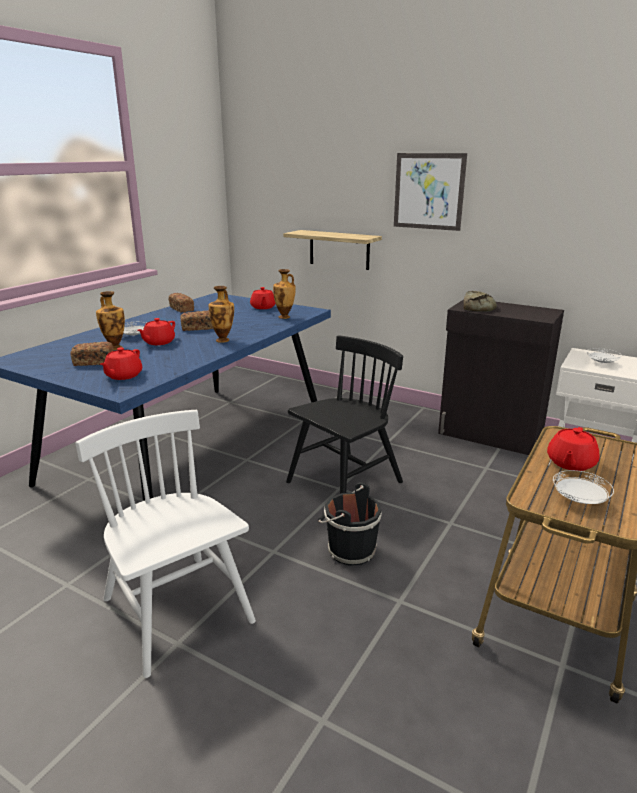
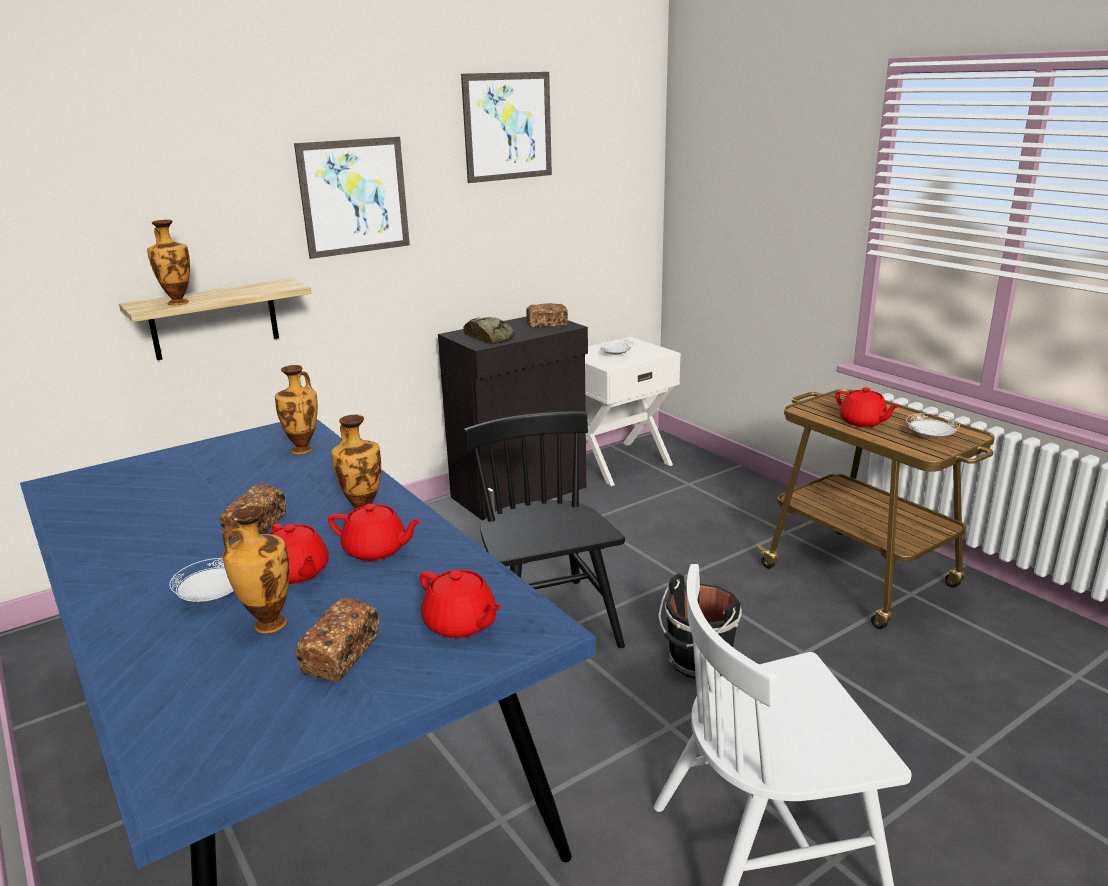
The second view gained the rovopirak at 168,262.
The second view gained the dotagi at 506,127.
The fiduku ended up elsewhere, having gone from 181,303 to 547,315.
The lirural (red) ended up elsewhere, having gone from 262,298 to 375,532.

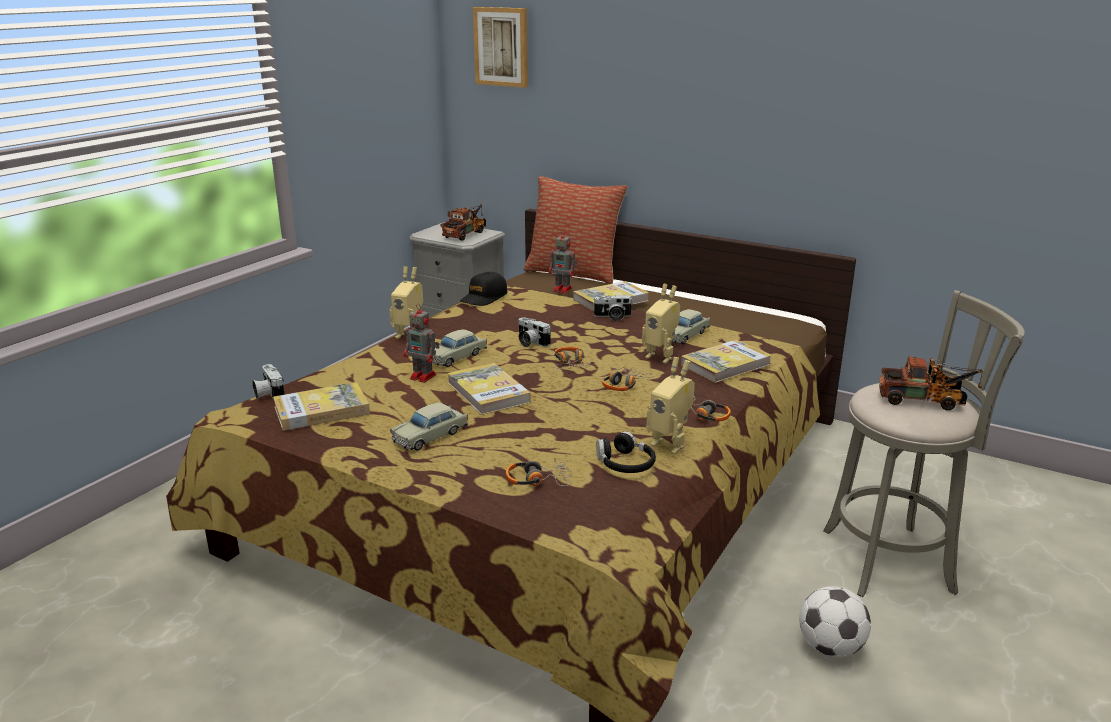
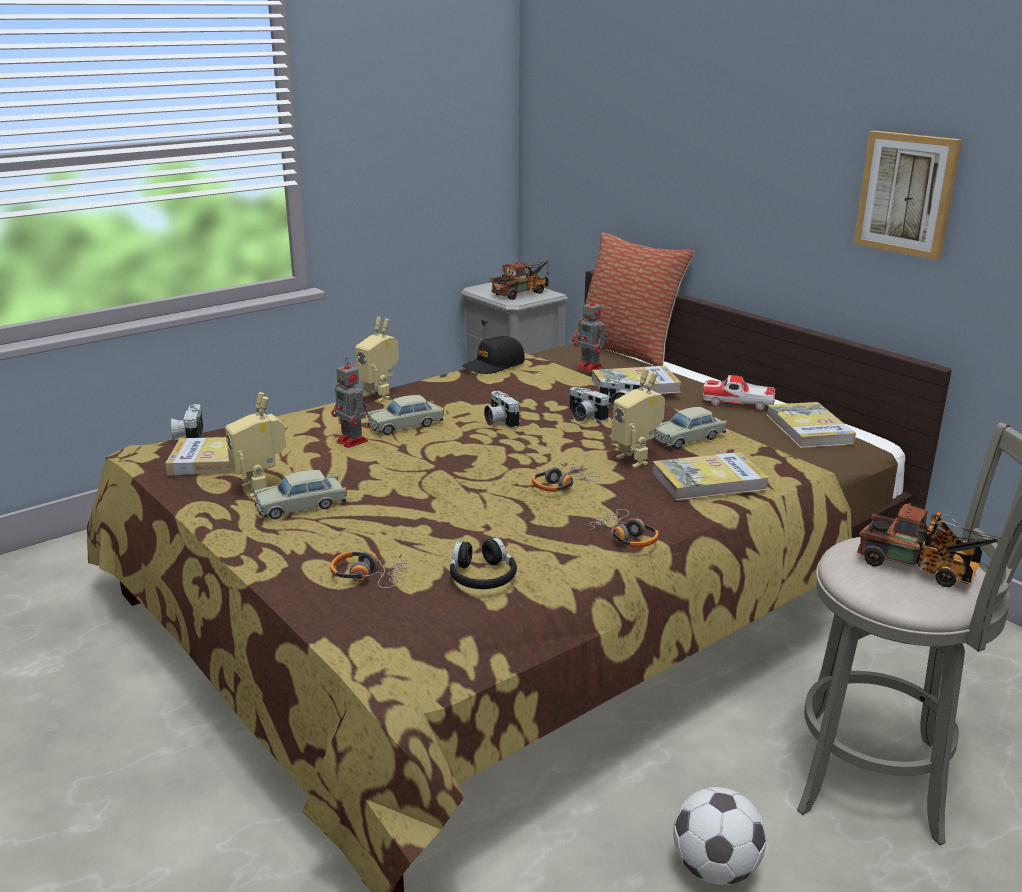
The second view lost the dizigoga at 574,358.
The second view gained the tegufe at 589,404.
The second view gained the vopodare at 739,392.
The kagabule ended up elsewhere, having gone from 489,389 to 811,425.
The dotagi ended up elsewhere, having gone from 500,47 to 907,195.
The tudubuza ended up elsewhere, having gone from 671,405 to 255,445.

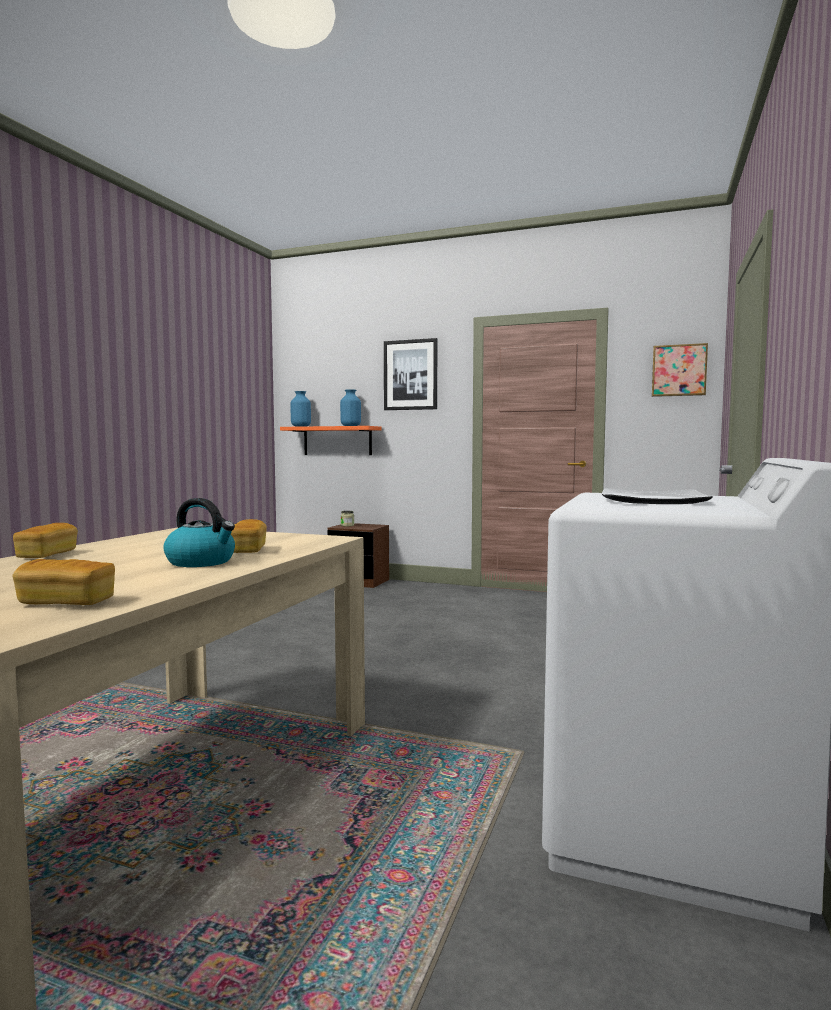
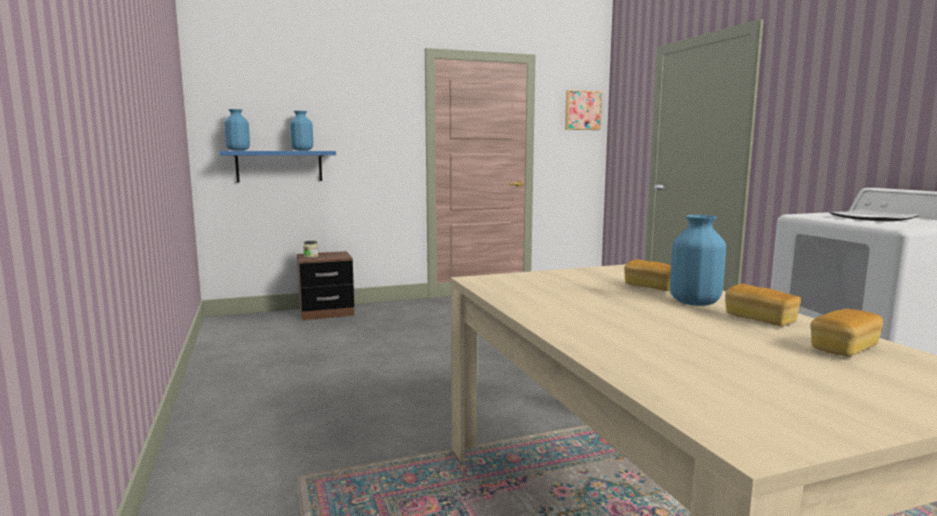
The second view lost the dotagi at 410,374.
The fiduku ended up elsewhere, having gone from 45,540 to 763,305.
Where the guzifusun stood at 199,532, the rovopirak (blue) came to stand at 698,260.
What was the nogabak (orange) at 330,440 turned into the nogabak (blue) at 278,167.

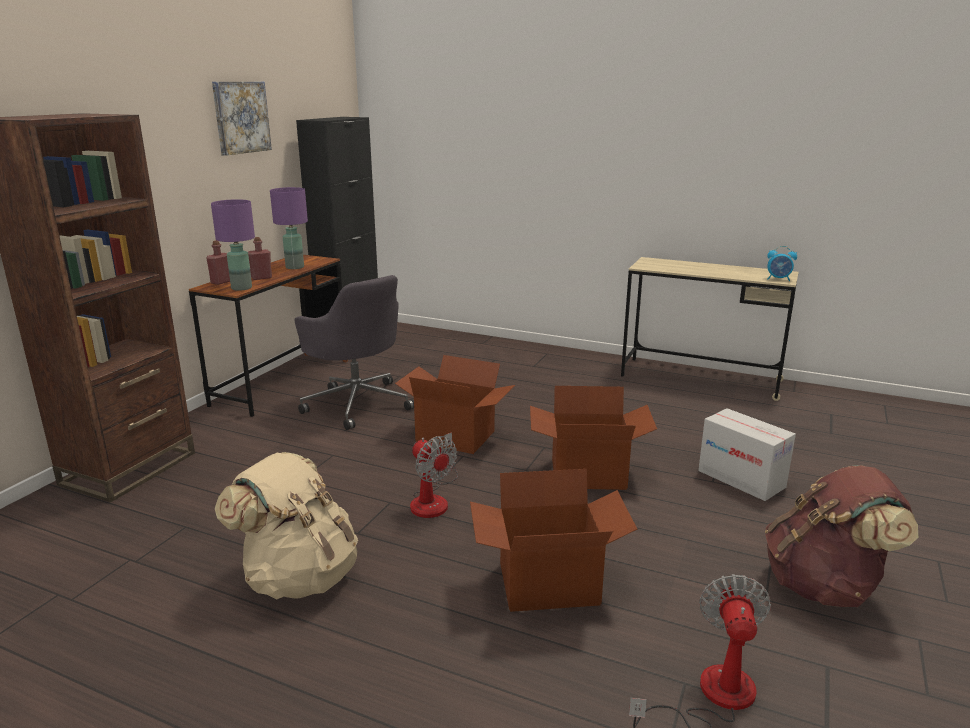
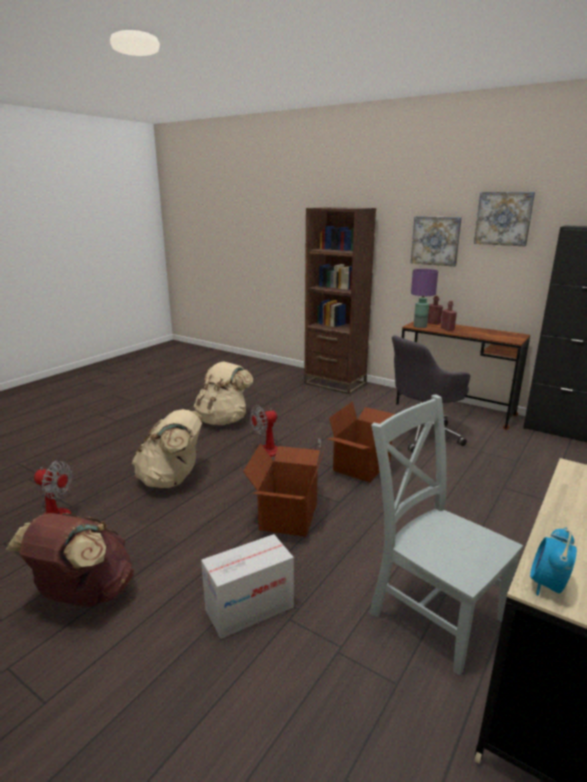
The second view lost the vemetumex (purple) at 289,228.
The second view gained the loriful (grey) at 446,535.
The second view gained the dotagi at 436,241.
Where the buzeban stood at 553,540, the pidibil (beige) came to stand at 167,448.

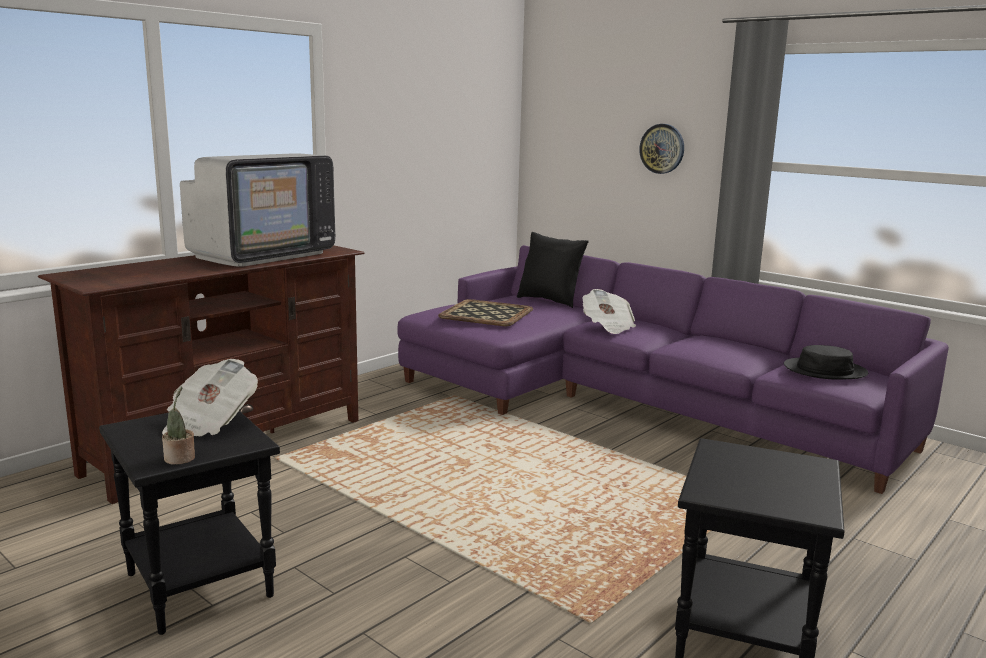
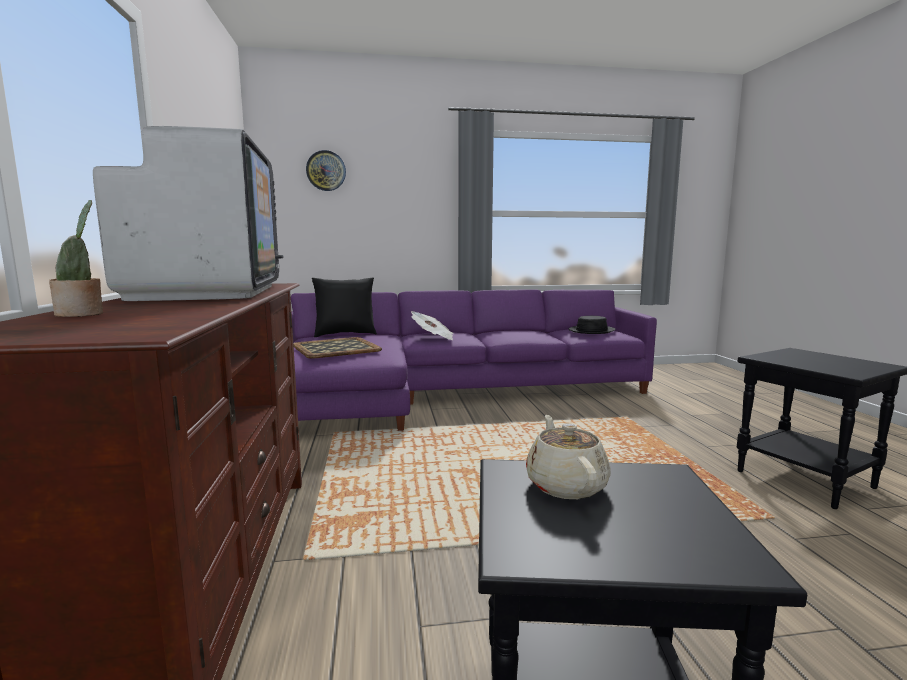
The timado ended up elsewhere, having gone from 178,425 to 76,258.
The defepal ended up elsewhere, having gone from 661,149 to 326,170.
Where the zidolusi stood at 210,398, the lirural (beige) came to stand at 568,457.

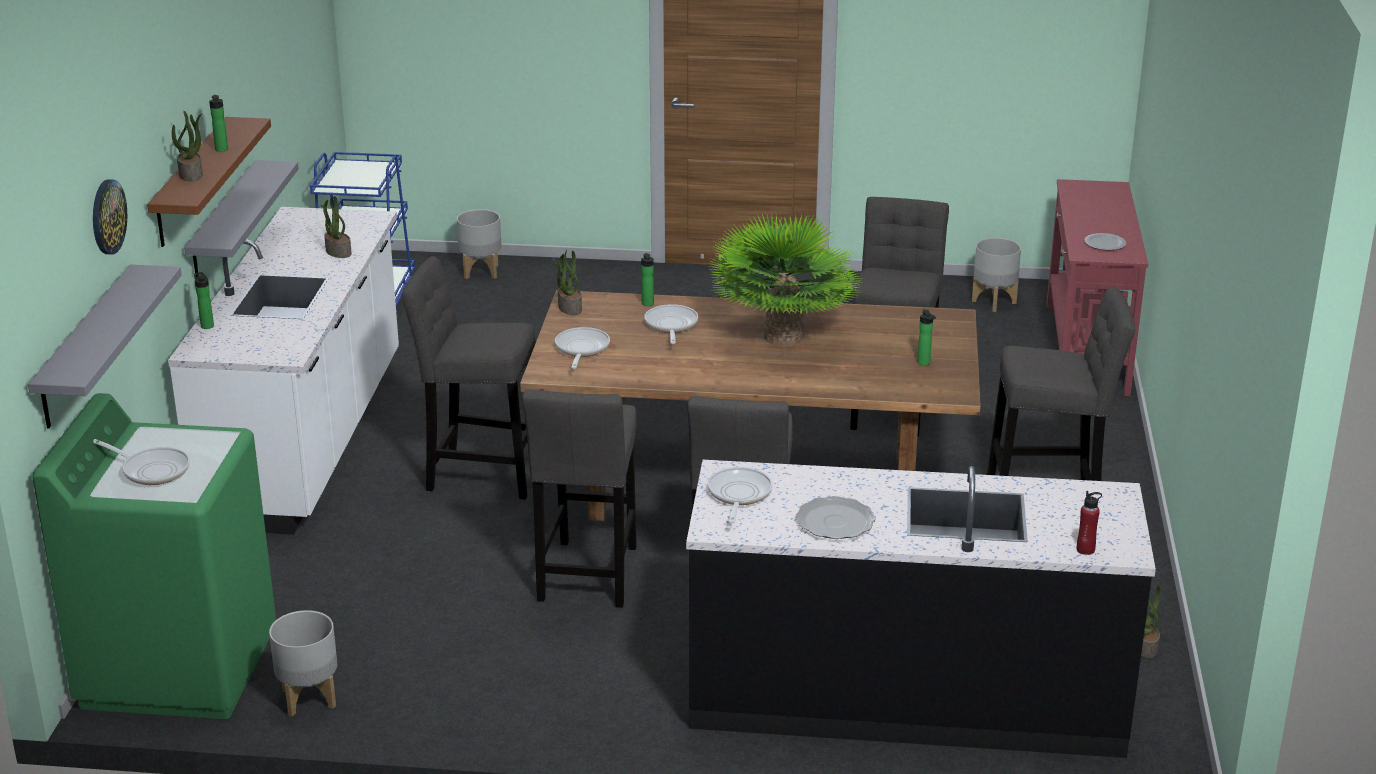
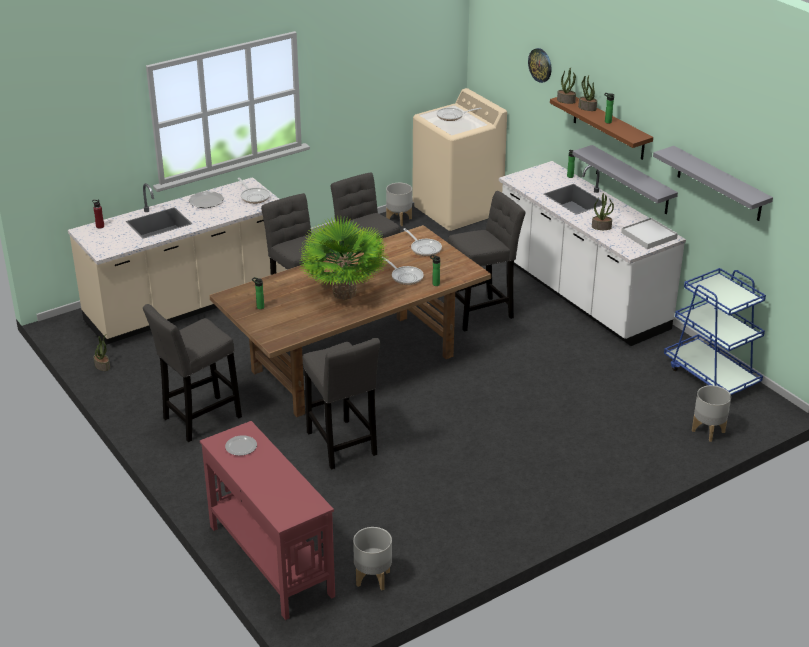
The second view gained the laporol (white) at 649,233.
The nogabak (grey) ended up elsewhere, having gone from 105,347 to 713,183.
The timado ended up elsewhere, having gone from 567,282 to 566,86.
What was the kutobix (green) at 154,556 turned into the kutobix (beige) at 459,159.
What was the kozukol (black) at 921,609 turned into the kozukol (beige) at 177,261.

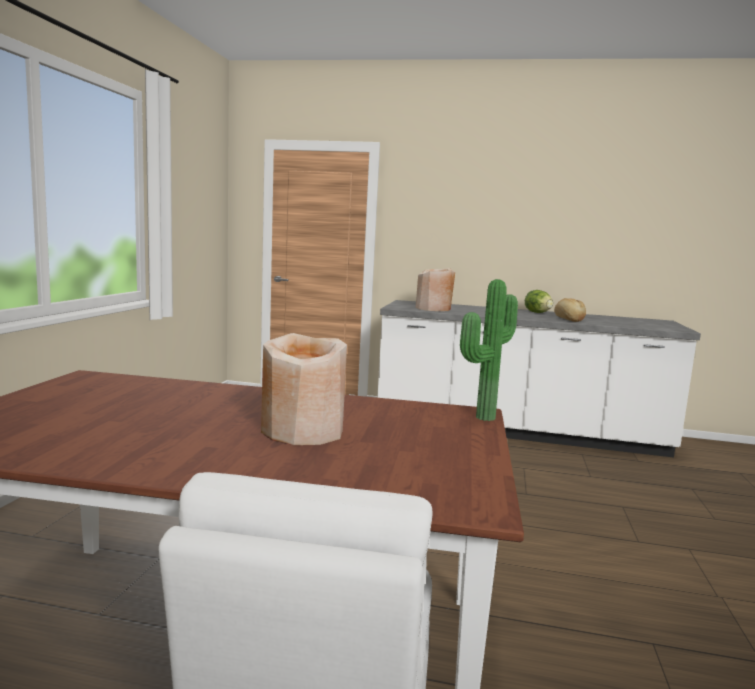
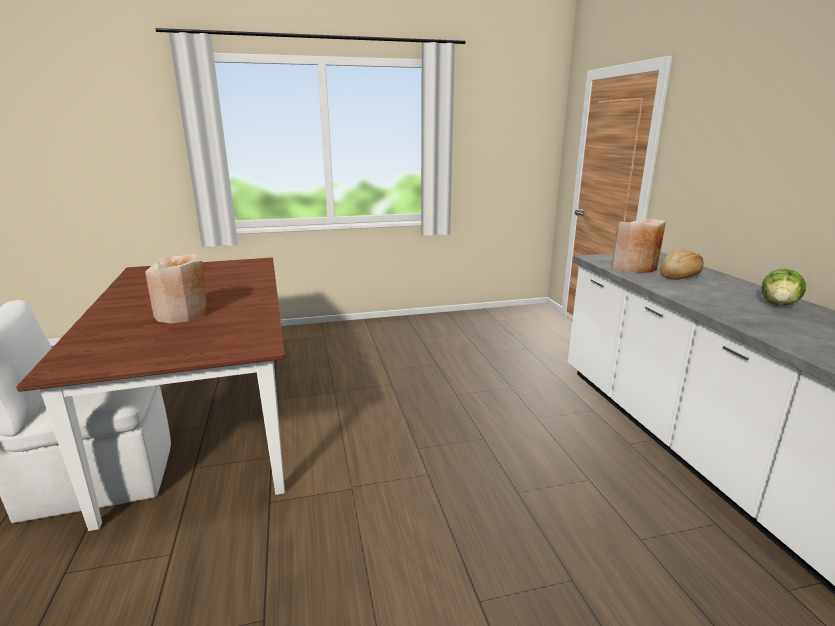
The second view lost the timado at 489,350.
The fiduku ended up elsewhere, having gone from 570,310 to 682,265.

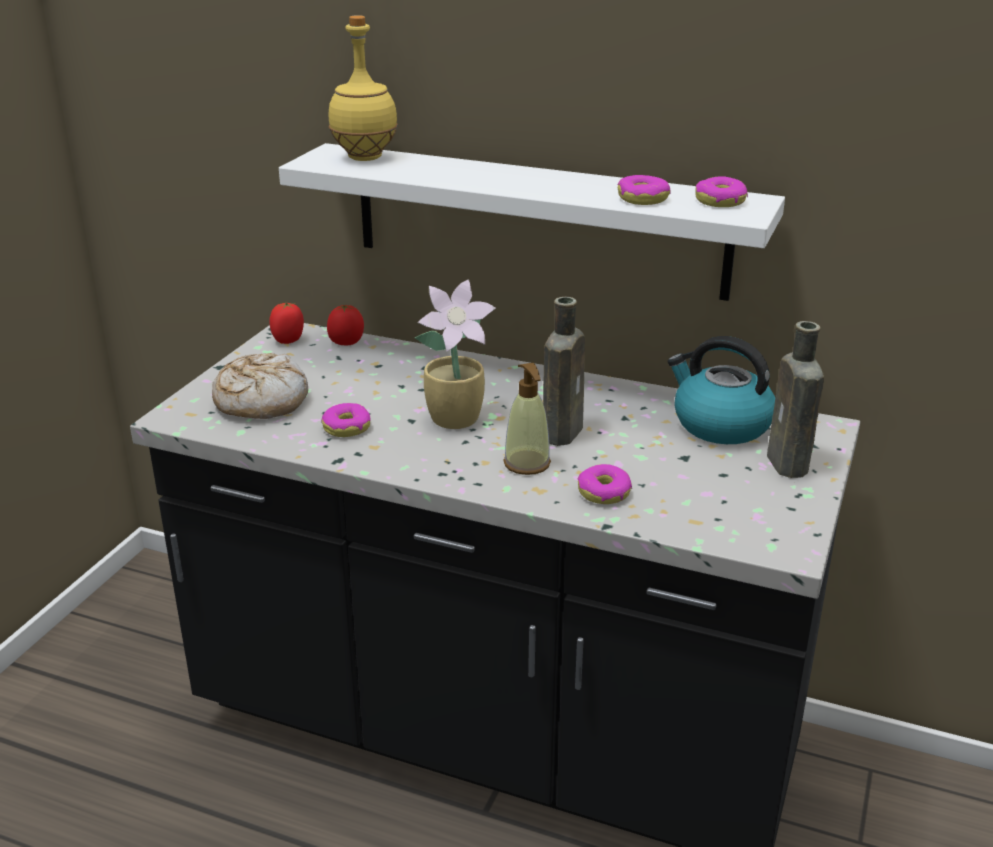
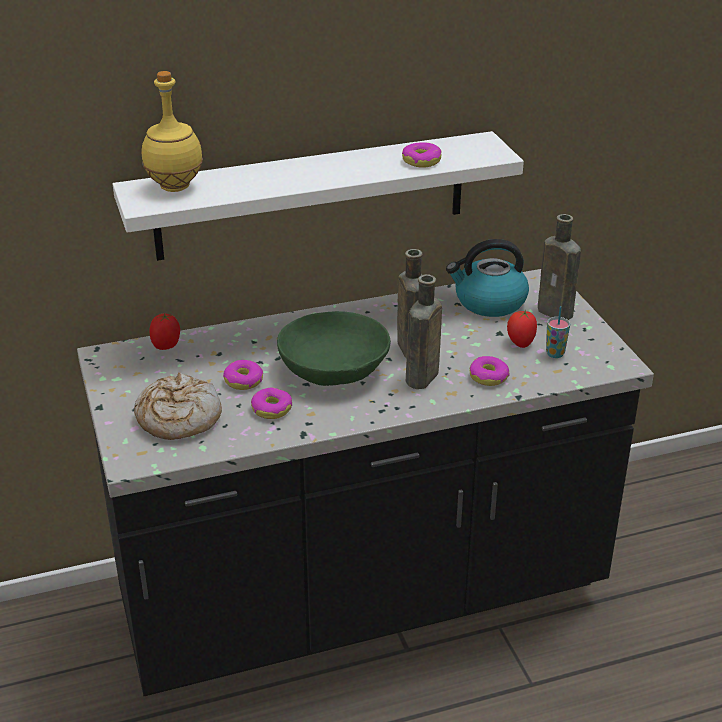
The second view gained the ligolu at 558,332.
The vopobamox ended up elsewhere, having gone from 286,323 to 522,329.
The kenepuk ended up elsewhere, having gone from 721,191 to 243,375.
Where the timado stood at 455,354, the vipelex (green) came to stand at 334,348.
Where the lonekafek stood at 527,419, the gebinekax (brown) came to stand at 424,331.

